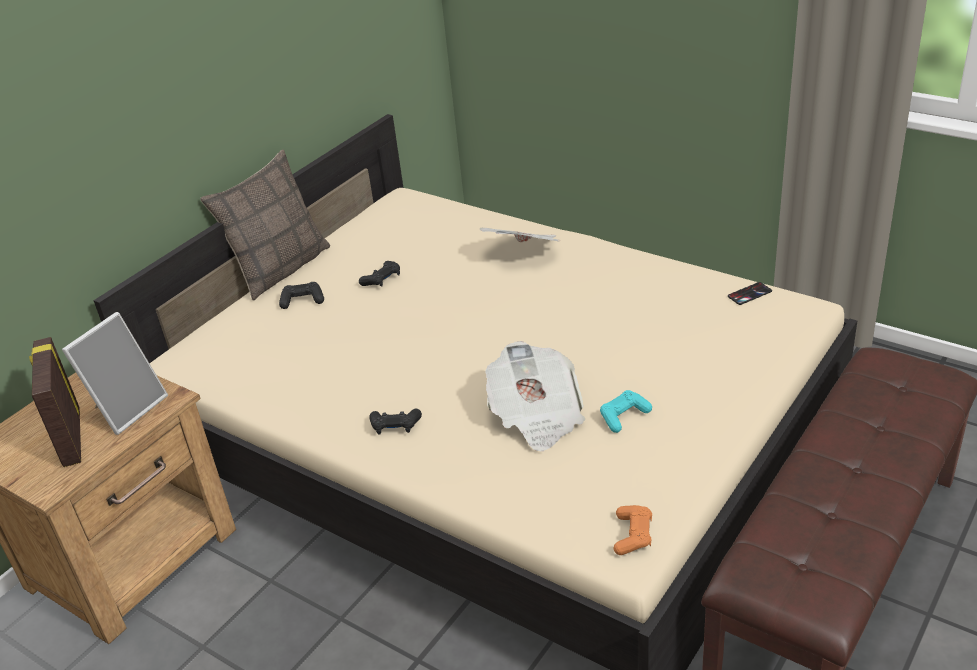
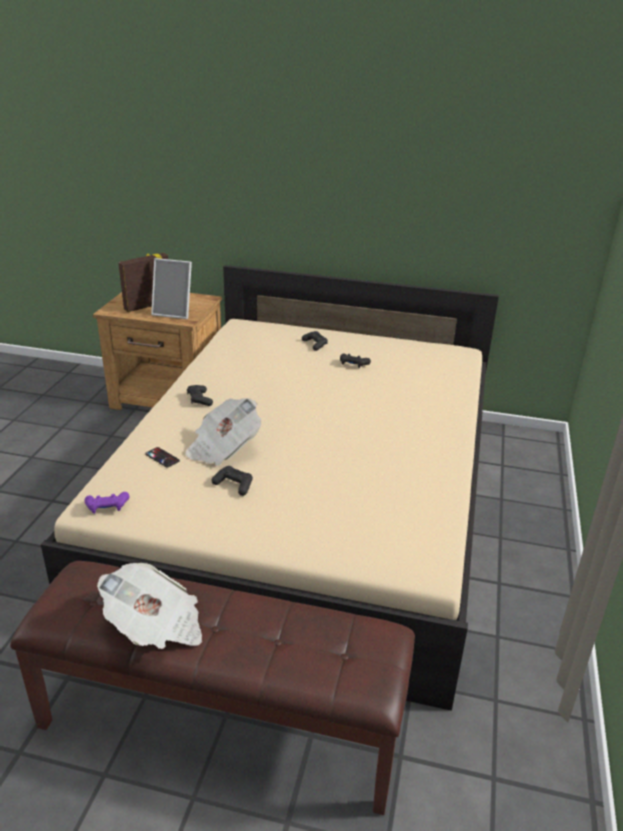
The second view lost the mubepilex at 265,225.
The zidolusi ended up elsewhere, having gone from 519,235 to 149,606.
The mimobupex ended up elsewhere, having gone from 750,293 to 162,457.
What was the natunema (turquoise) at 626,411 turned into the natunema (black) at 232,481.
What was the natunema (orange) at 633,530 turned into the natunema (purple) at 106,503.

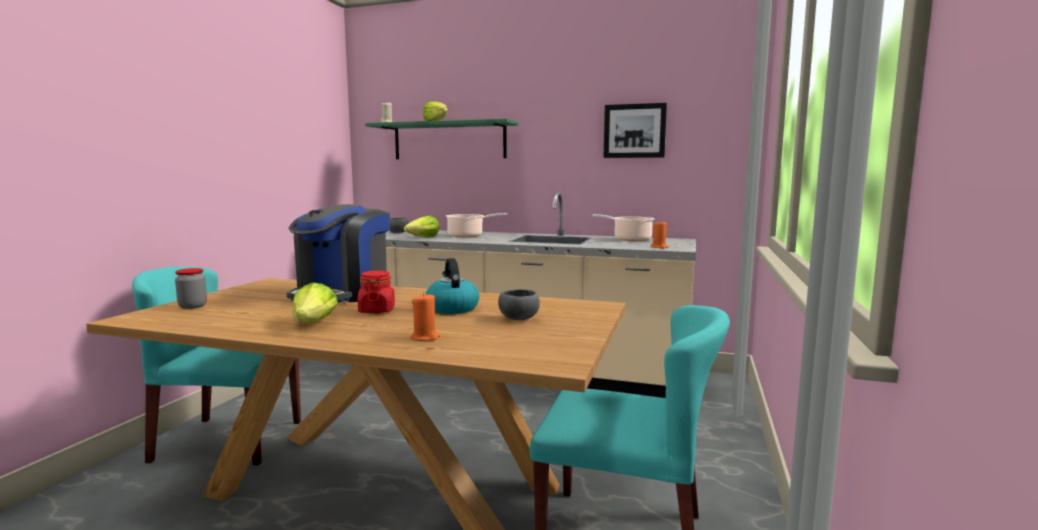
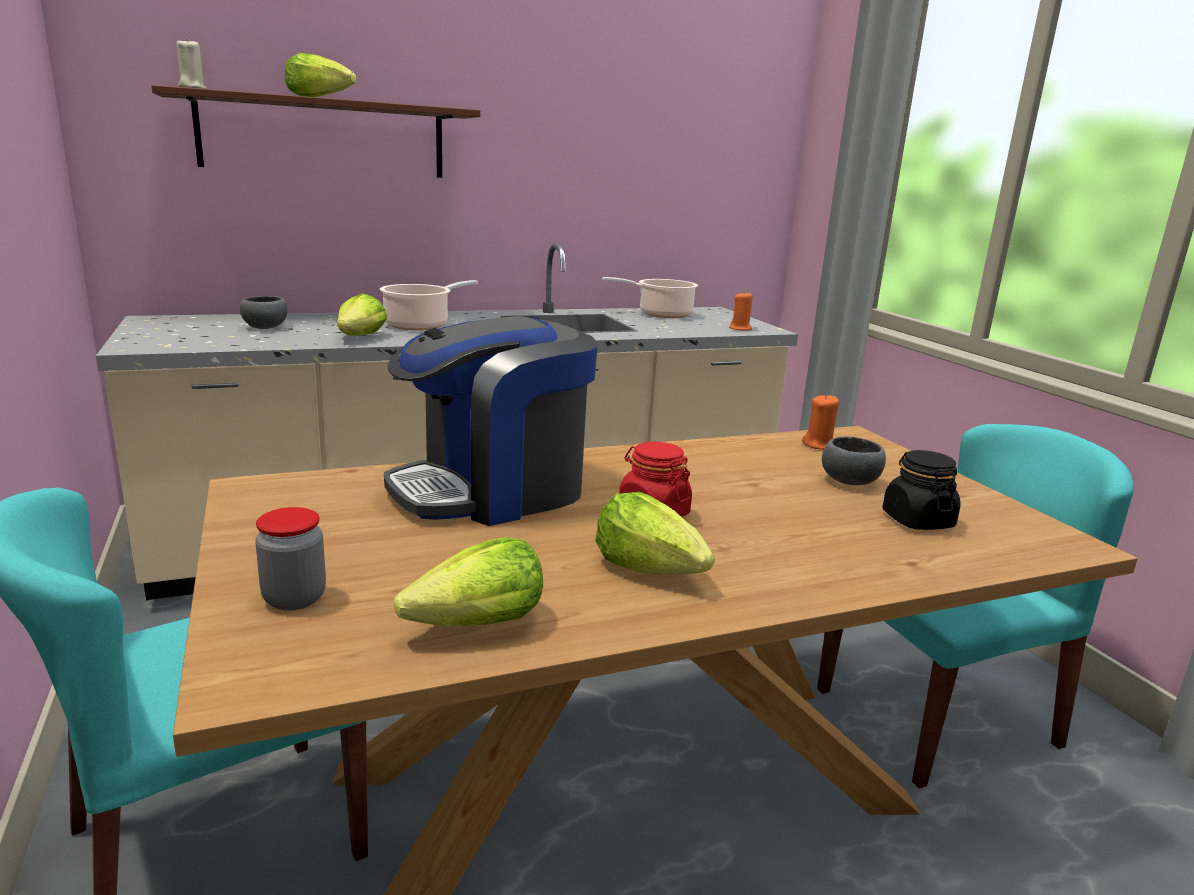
The second view lost the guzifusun at 452,286.
The second view lost the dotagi at 635,130.
The second view gained the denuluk at 468,581.
The second view gained the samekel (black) at 921,490.
The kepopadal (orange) ended up elsewhere, having gone from 425,317 to 820,421.
What was the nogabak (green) at 442,139 turned into the nogabak (brown) at 316,131.
The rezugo at 338,253 ended up facing another way, 75 degrees clockwise from before.

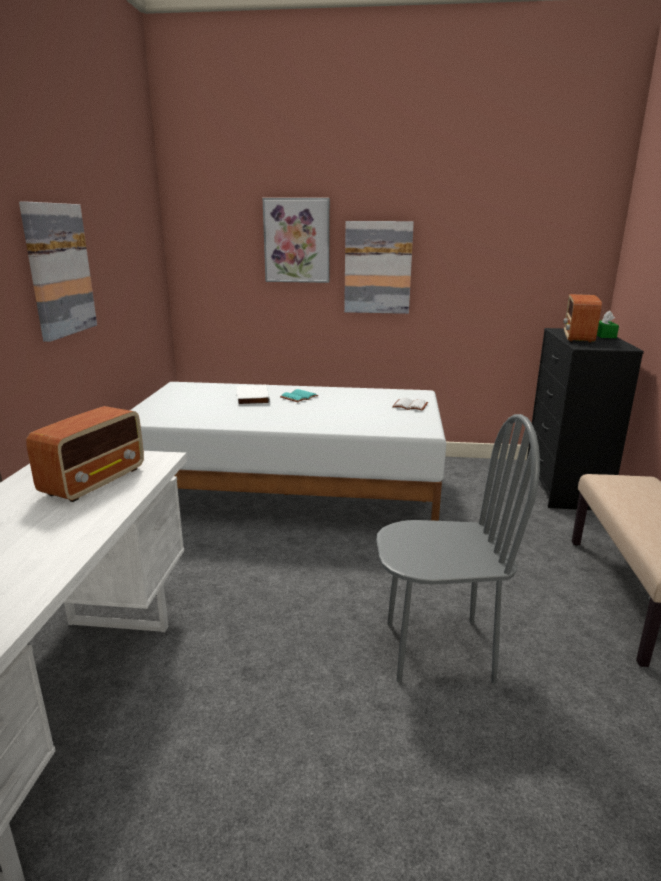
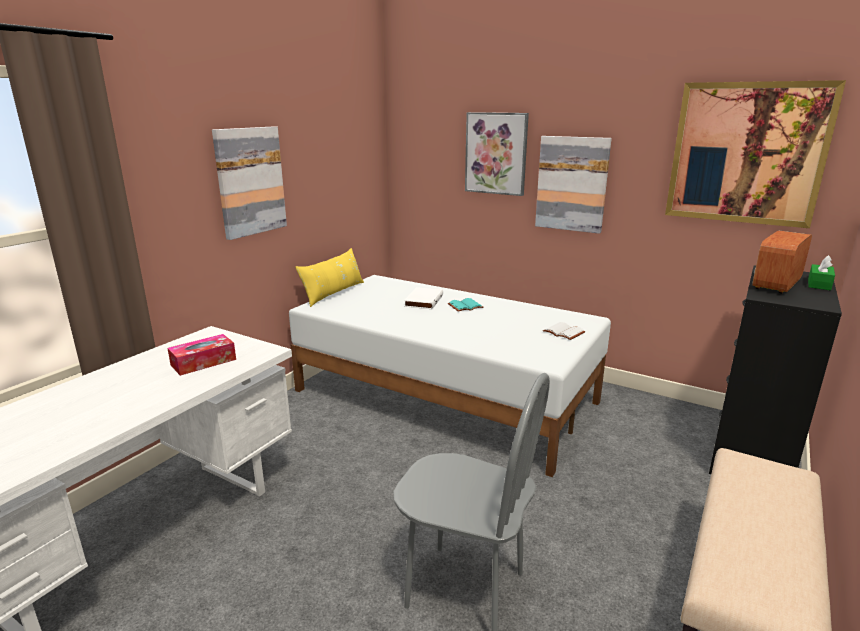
The second view gained the mubepilex (yellow) at 329,277.
The second view gained the dotagi at 755,154.
Where the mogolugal stood at 85,454, the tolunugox came to stand at 201,355.

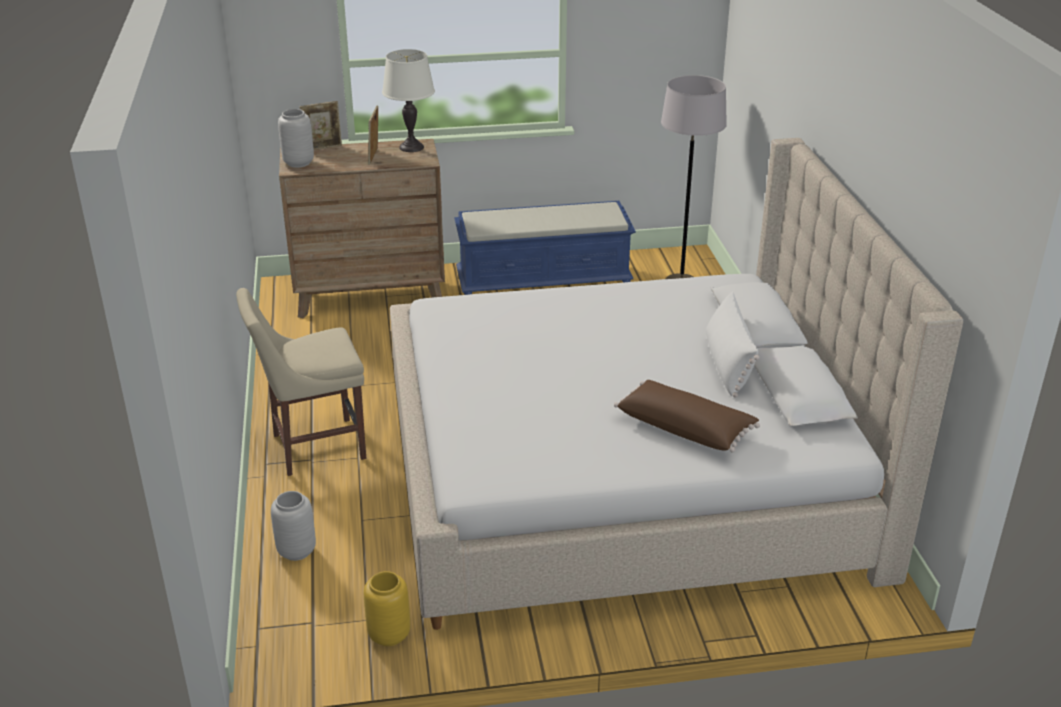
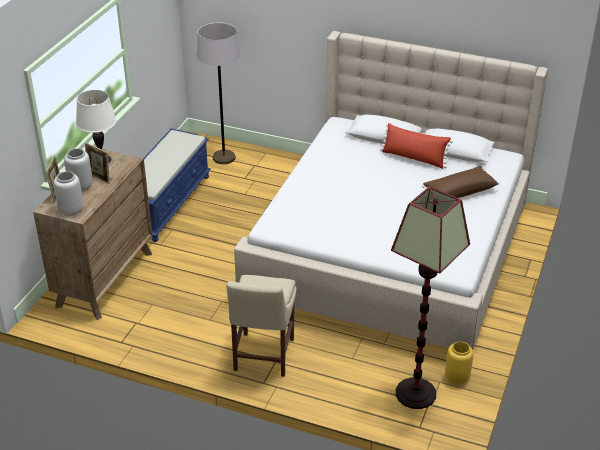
The second view gained the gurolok at 430,297.
The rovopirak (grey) ended up elsewhere, having gone from 293,526 to 78,170.
What was the mubepilex (white) at 733,344 turned into the mubepilex (red) at 416,146.

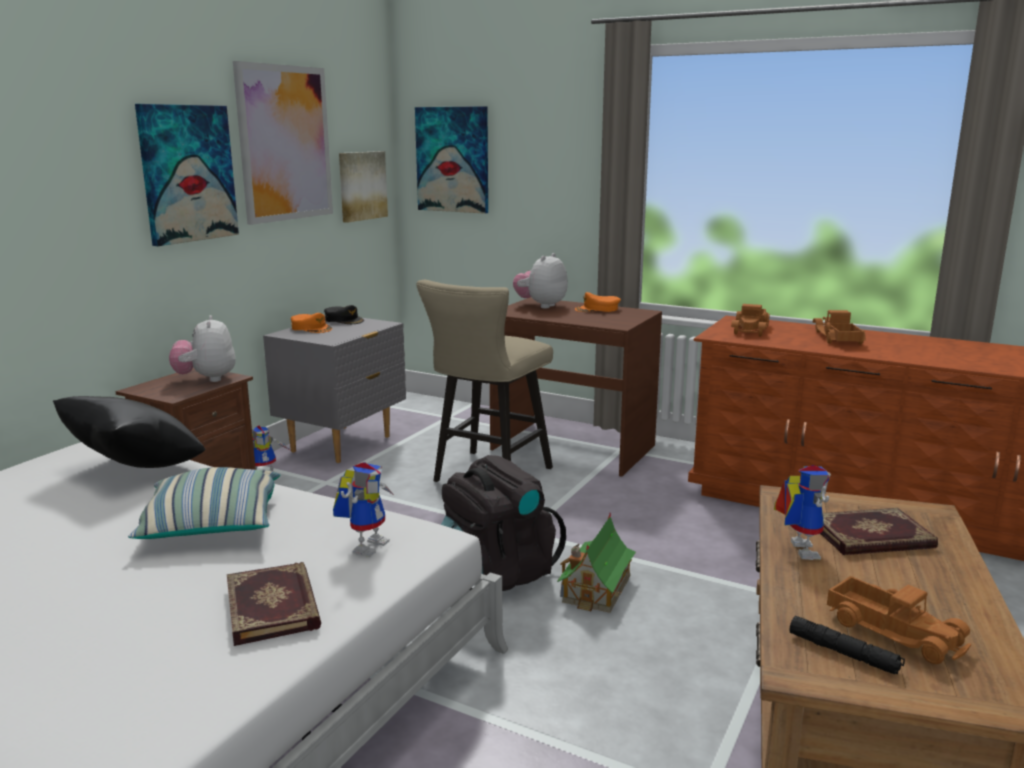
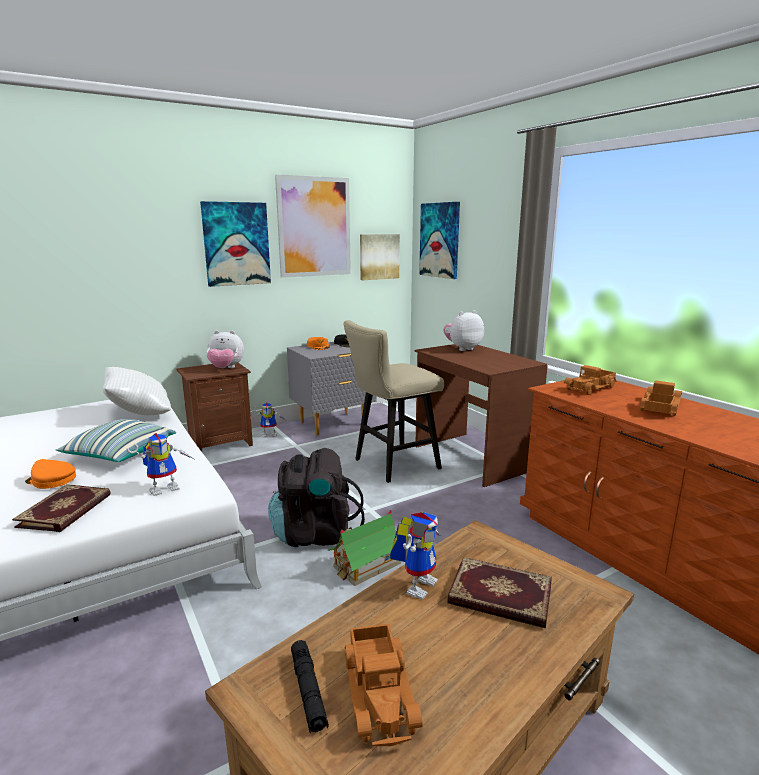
The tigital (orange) ended up elsewhere, having gone from 598,302 to 50,474.
What was the mubepilex (black) at 129,432 turned into the mubepilex (white) at 136,391.
The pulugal at 202,348 ended up facing another way, 105 degrees counterclockwise from before.

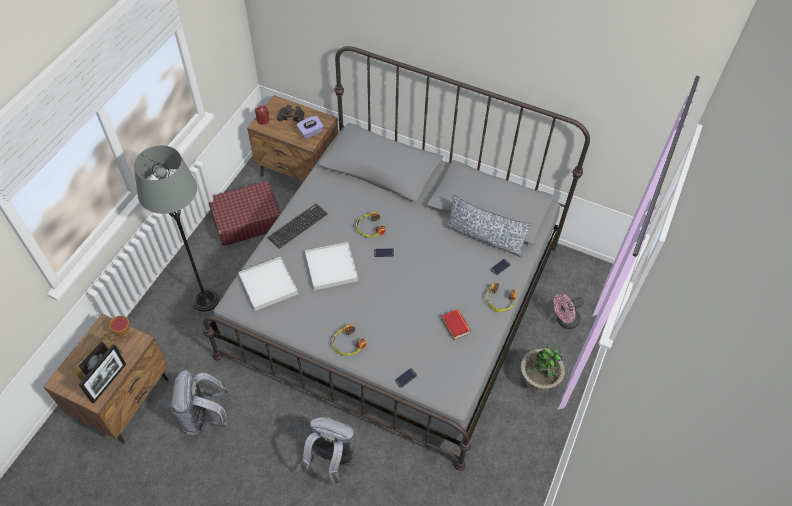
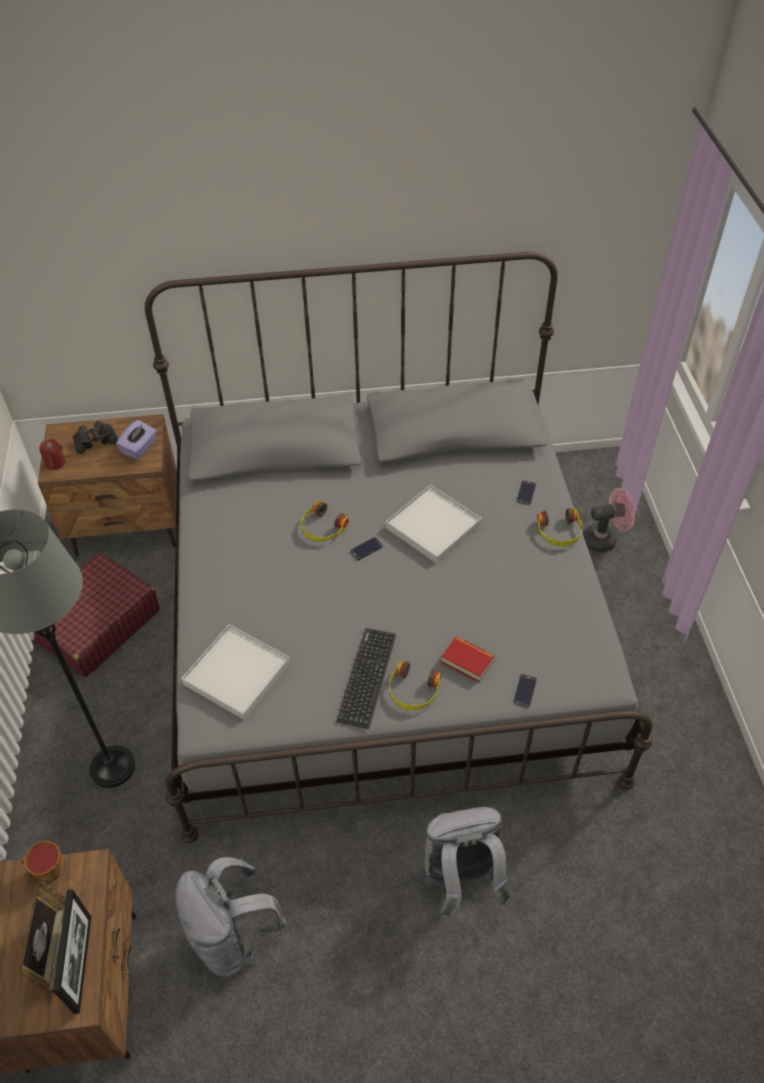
The second view lost the mubepilex at 487,226.
The second view lost the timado at 543,369.
The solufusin ended up elsewhere, having gone from 297,226 to 366,678.
The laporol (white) ended up elsewhere, having gone from 331,266 to 434,524.
The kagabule ended up elsewhere, having gone from 456,324 to 468,659.
The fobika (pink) at 568,311 ended up facing another way, 135 degrees counterclockwise from before.

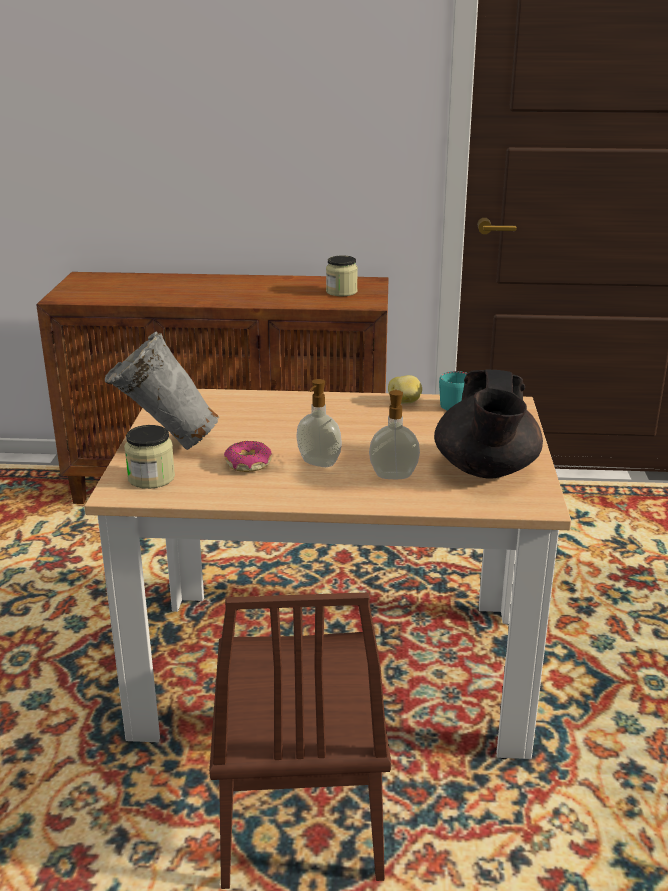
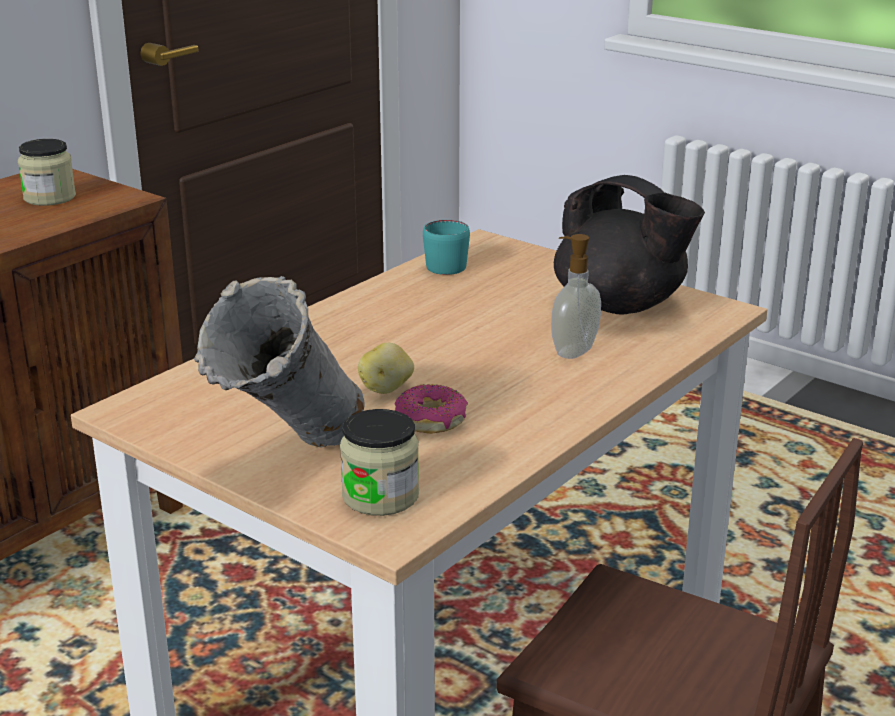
The second view lost the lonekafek at 319,423.
The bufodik ended up elsewhere, having gone from 405,389 to 386,368.

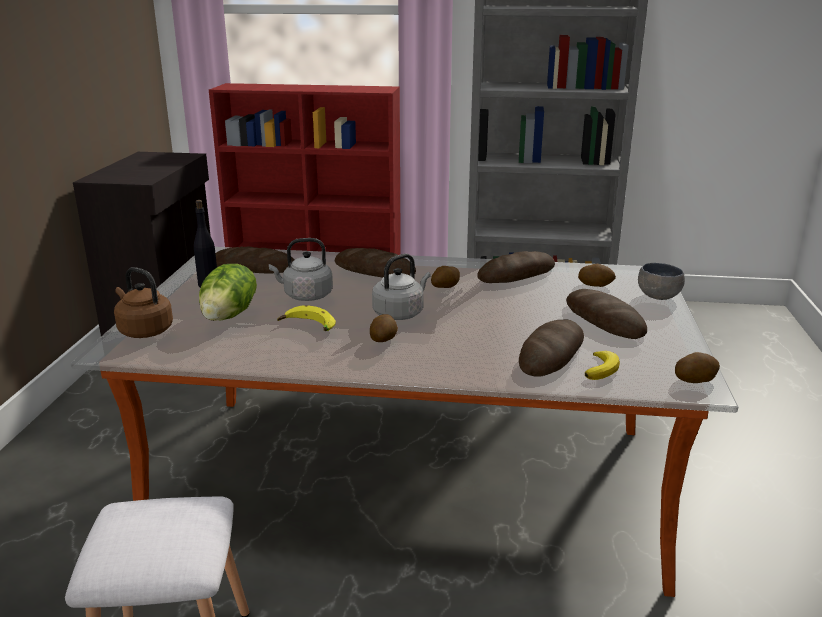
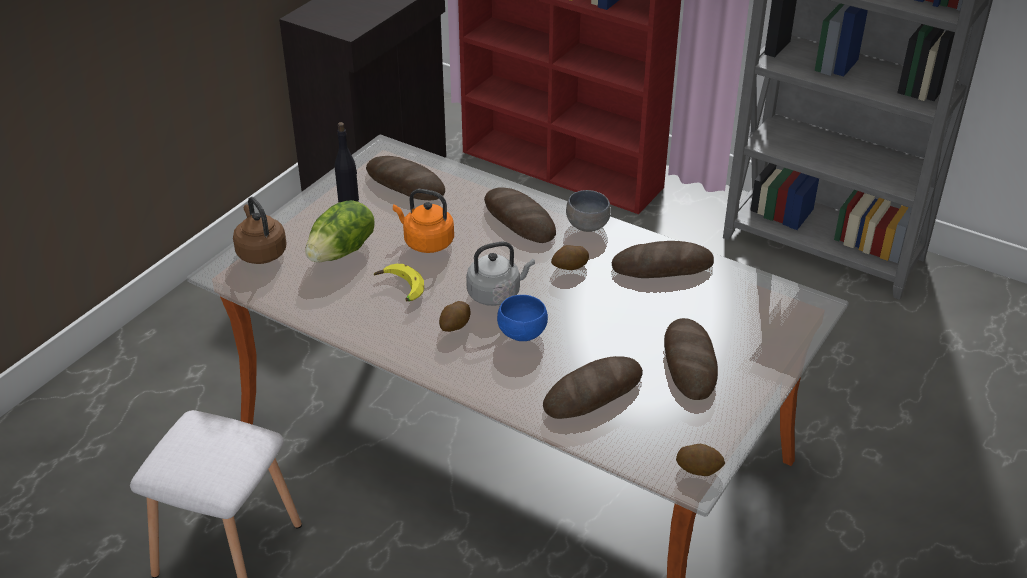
The second view lost the bufodik at 597,275.
The second view lost the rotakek at 602,365.
The second view gained the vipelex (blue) at 522,318.
The vipelex (grey) ended up elsewhere, having gone from 661,281 to 588,211.
What was the guzifusun (grey) at 301,269 turned into the guzifusun (orange) at 423,221.

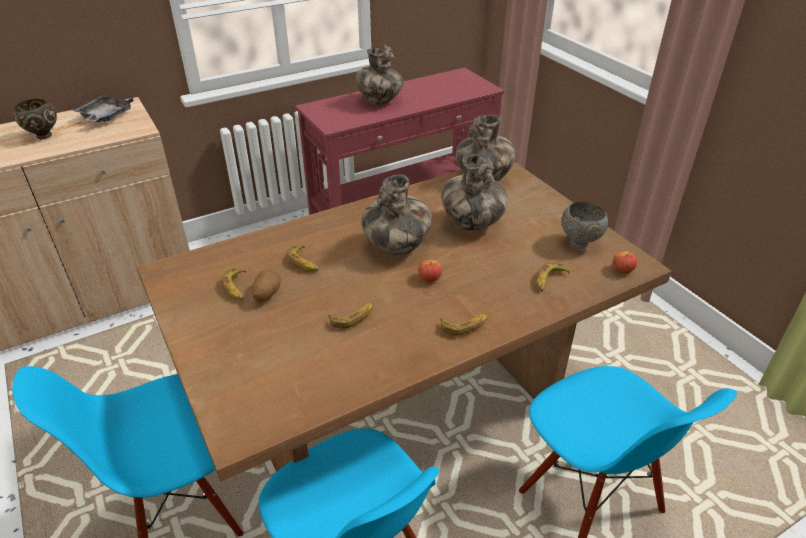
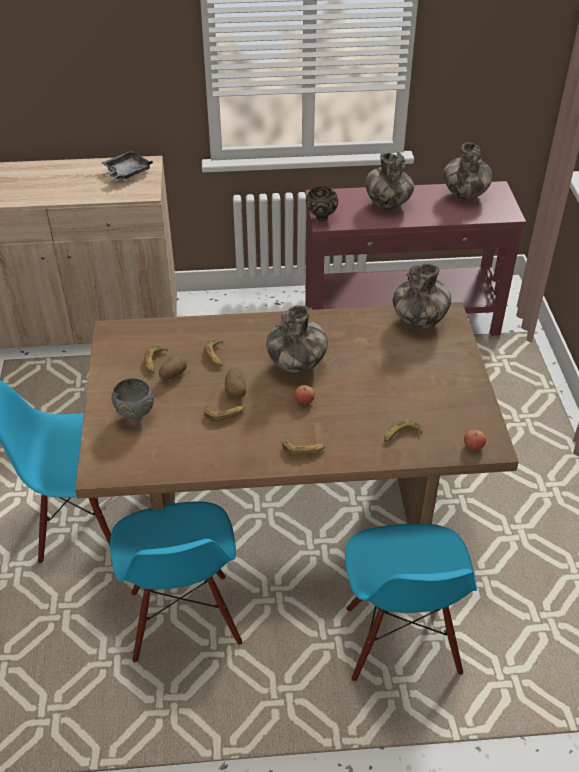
The second view gained the bufodik at 235,383.
The vipelex (brown) ended up elsewhere, having gone from 35,119 to 322,204.
The rovopirak ended up elsewhere, having gone from 474,192 to 467,171.
The vipelex (grey) ended up elsewhere, having gone from 584,225 to 133,400.

